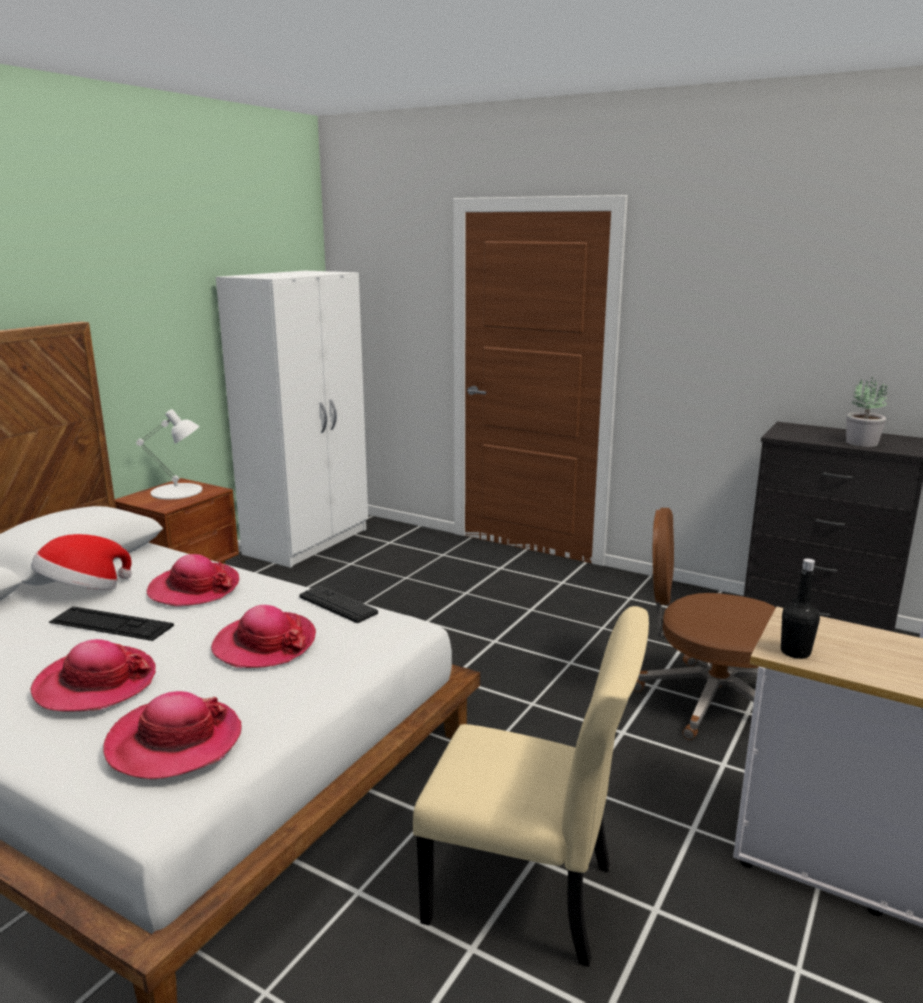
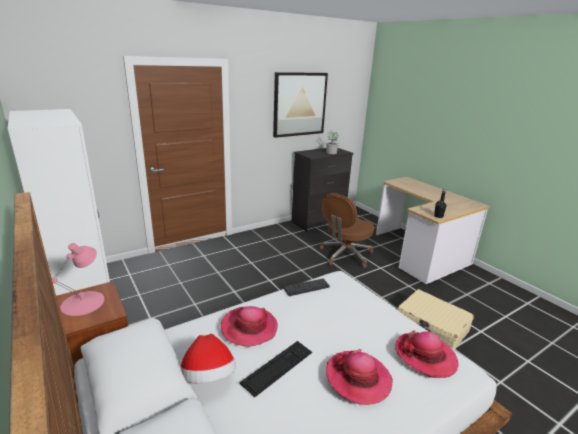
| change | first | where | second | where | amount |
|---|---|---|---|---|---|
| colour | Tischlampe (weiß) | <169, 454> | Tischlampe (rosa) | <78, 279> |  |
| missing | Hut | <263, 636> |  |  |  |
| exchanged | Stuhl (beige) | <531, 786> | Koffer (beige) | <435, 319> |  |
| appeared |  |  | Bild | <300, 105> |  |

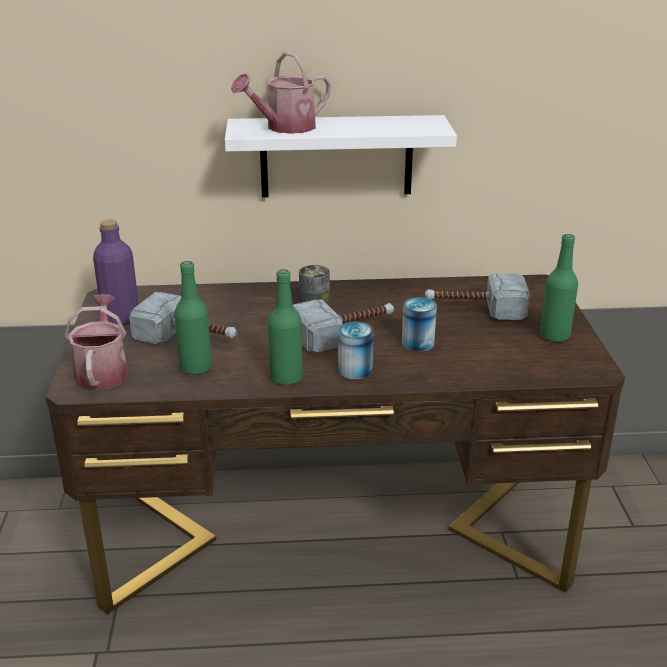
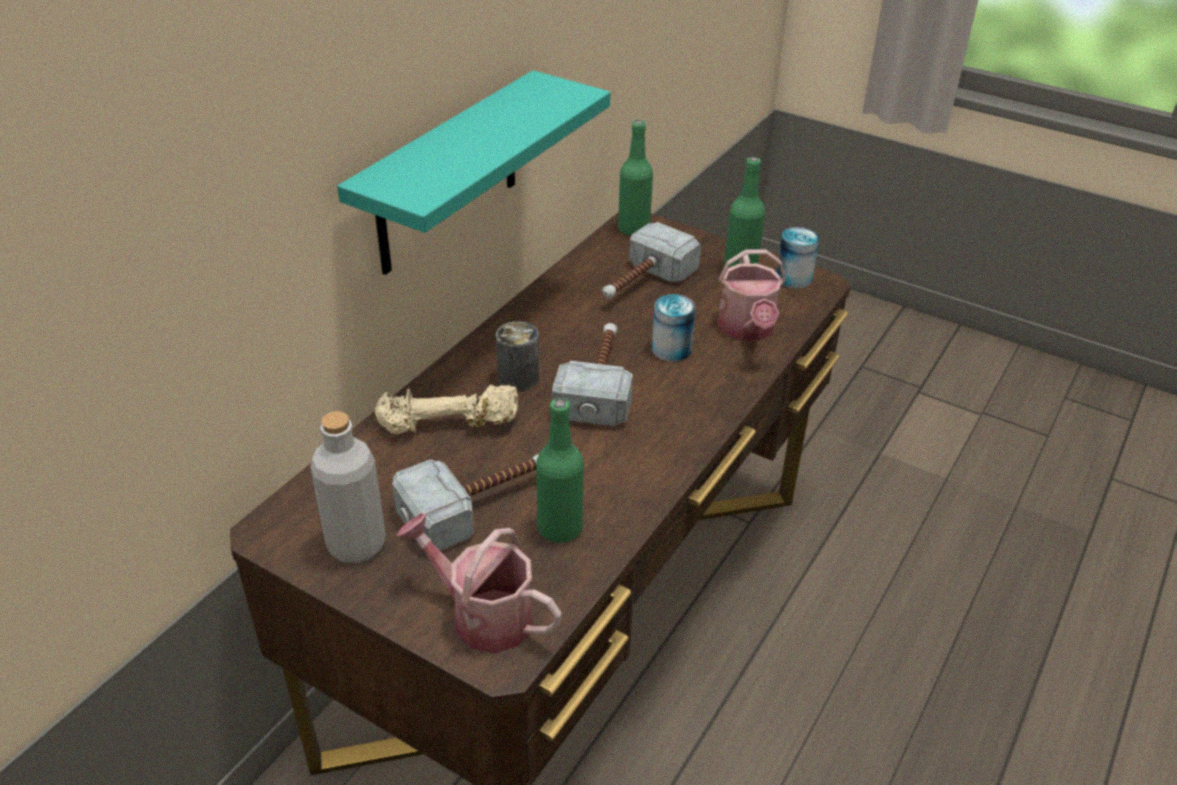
| change | first | where | second | where | amount |
|---|---|---|---|---|---|
| relocated | Gießkanne | <281, 93> |  | <751, 295> |  |
| colour | Wandregal (weiß) | <341, 156> | Wandregal (türkis) | <473, 172> |  |
| colour | Flasche (lila) | <116, 272> | Flasche (grau) | <348, 487> |  |
| relocated | Flasche (grün) | <285, 327> |  | <635, 178> |  |
| relocated | Dose | <355, 350> |  | <798, 258> |  |
| appeared |  |  | Hantel (beige) | <447, 409> |  |

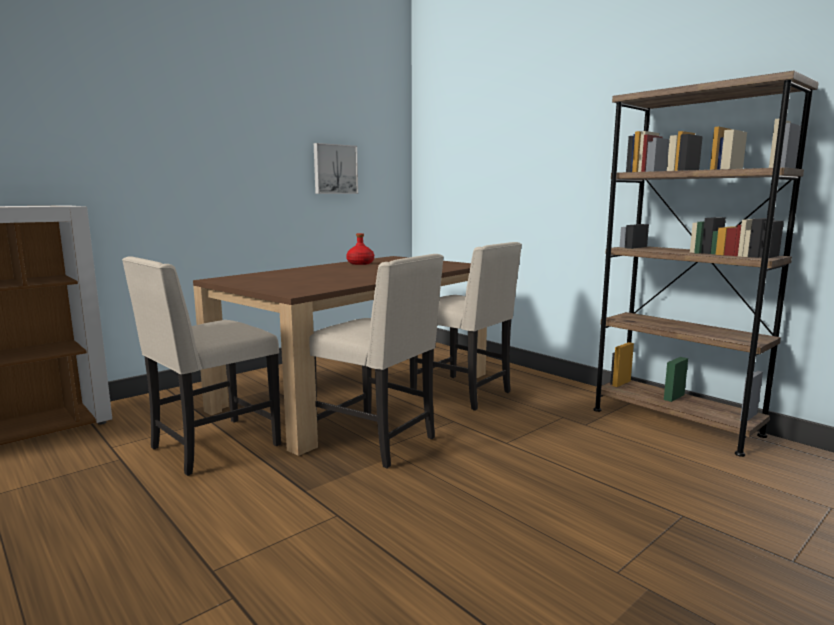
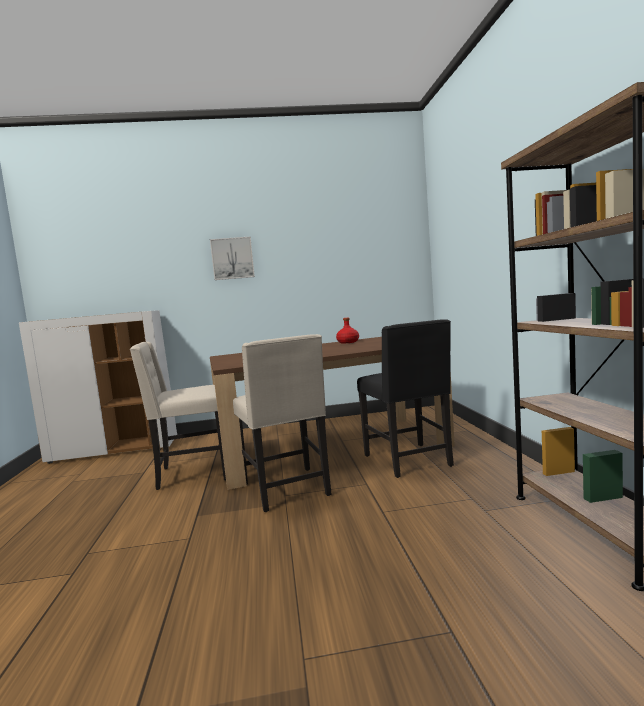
| change | first | where | second | where | amount |
|---|---|---|---|---|---|
| relocated | Bild | <336, 168> |  | <232, 258> |  |
| colour | Stuhl (beige) | <466, 326> | Stuhl (schwarz) | <405, 398> |  |

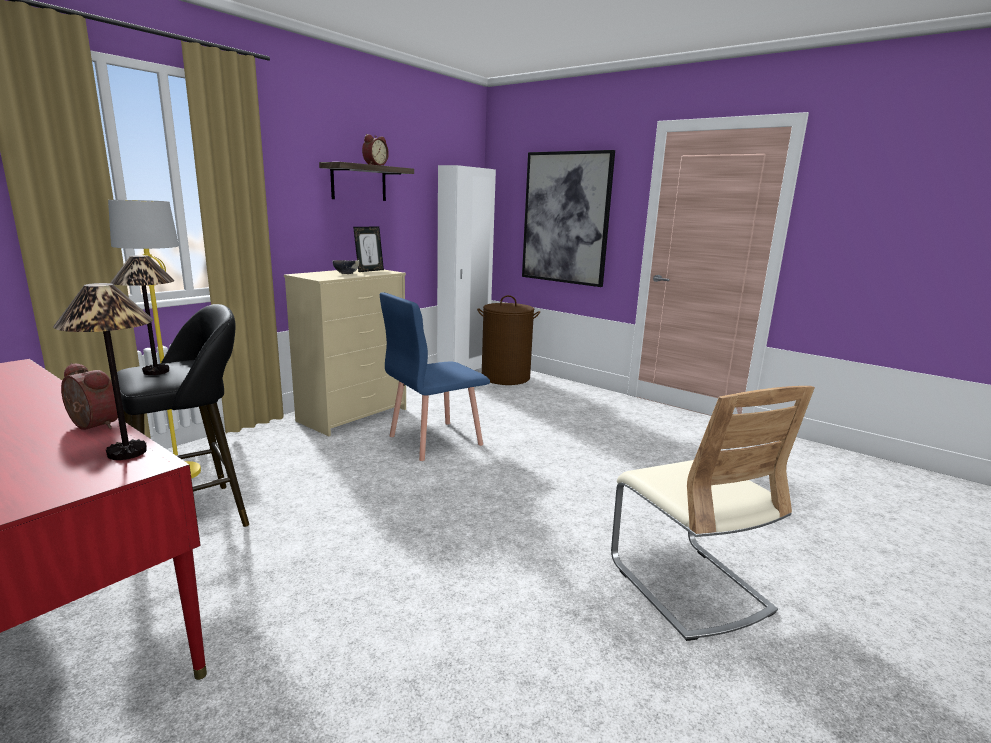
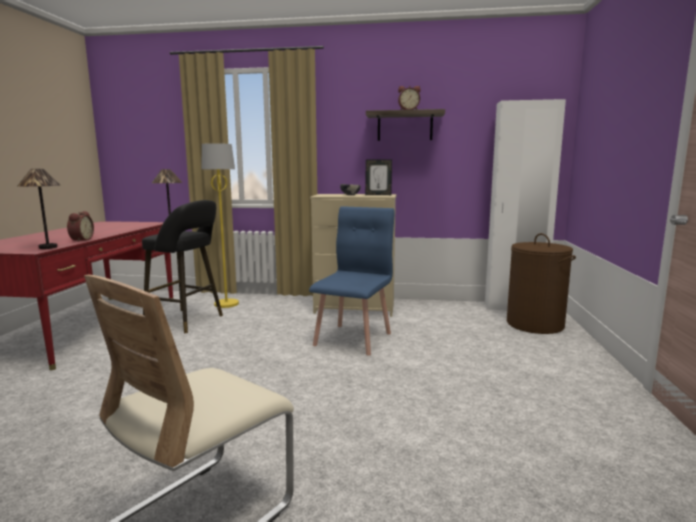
| change | first | where | second | where | amount |
|---|---|---|---|---|---|
| missing | Bild | <568, 218> |  |  |  |
| spun | Stuhl (blau) | <435, 376> |  | <351, 281> | 90 degrees clockwise |

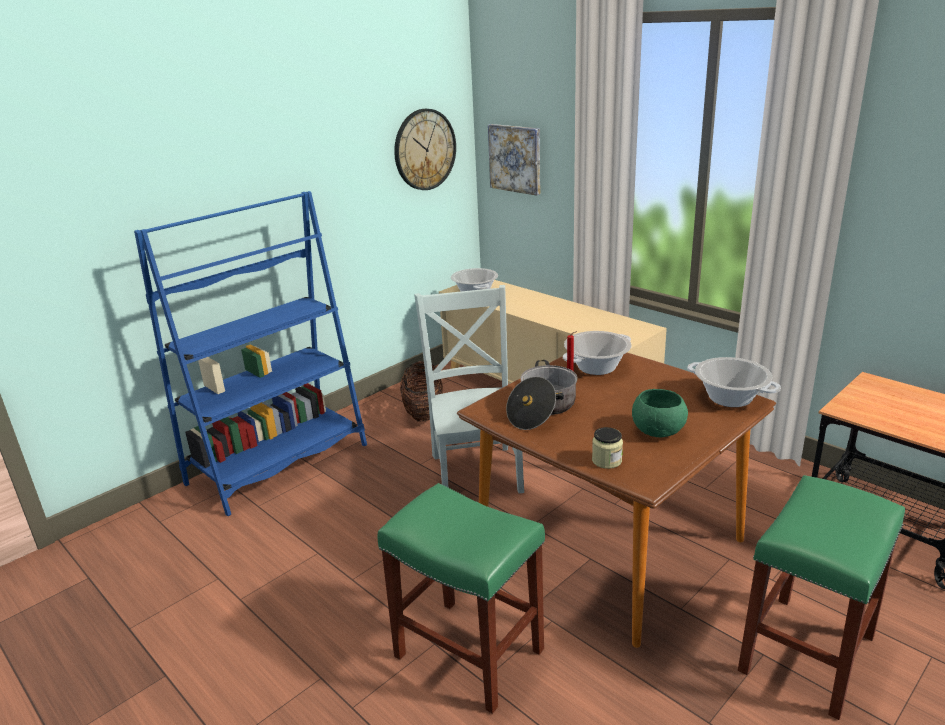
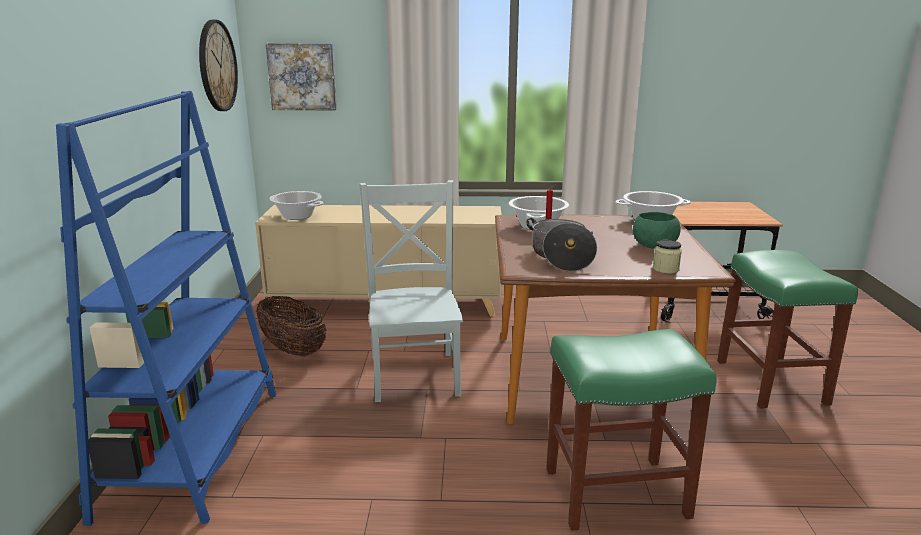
| change | first | where | second | where | amount |
|---|---|---|---|---|---|
| spun | Stuhl (grau) | <469, 389> |  | <411, 291> | 45 degrees clockwise |

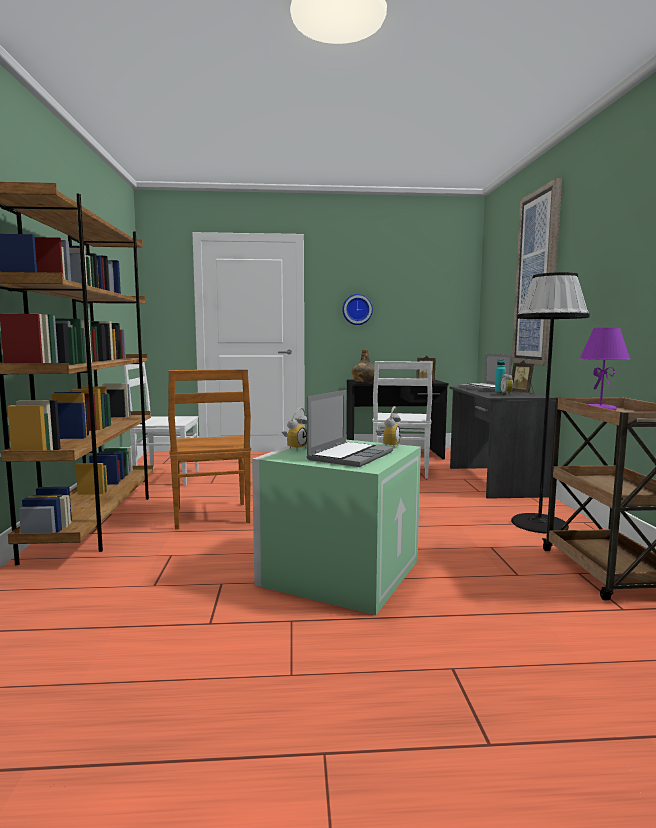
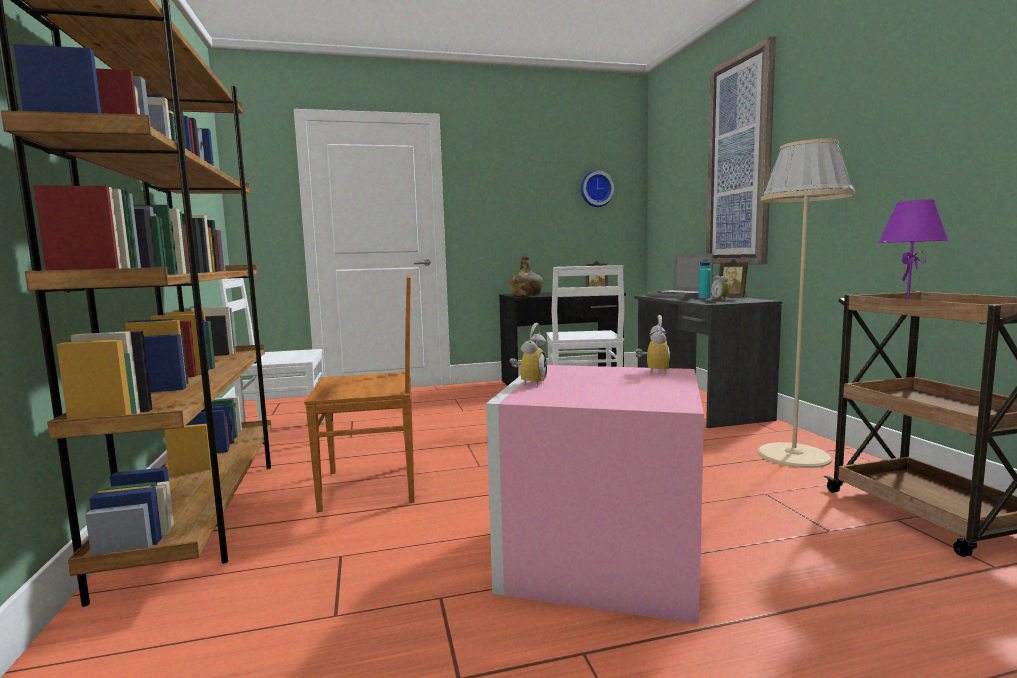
| change | first | where | second | where | amount |
|---|---|---|---|---|---|
| colour | Stehlampe (schwarz) | <550, 403> | Stehlampe (beige) | <806, 303> |  |
| relocated | Wanduhr | <357, 309> |  | <597, 188> |  |
| spun | Stuhl (braun) | <209, 449> |  | <359, 393> | 75 degrees counterclockwise |
| missing | Laptop | <349, 428> |  |  |  |
| colour | Aufbewahrungsbox (grün) | <336, 527> | Aufbewahrungsbox (rosa) | <595, 494> |  |

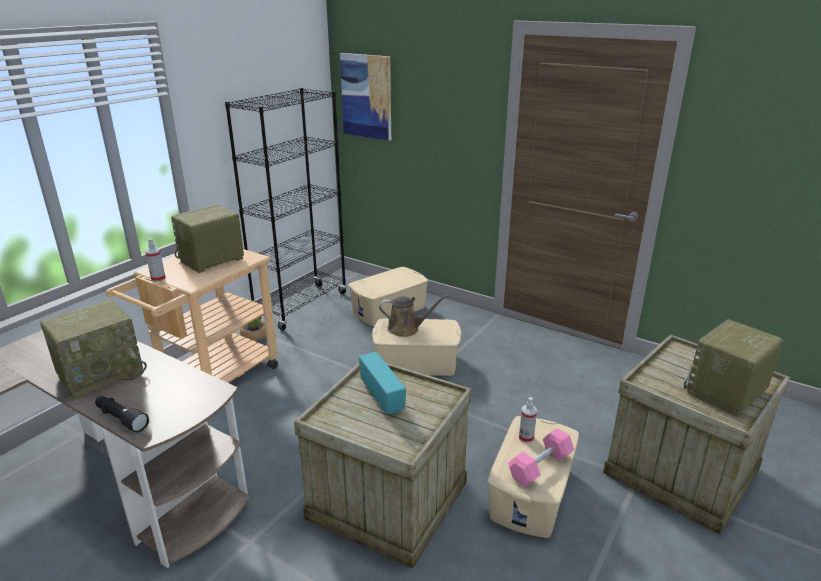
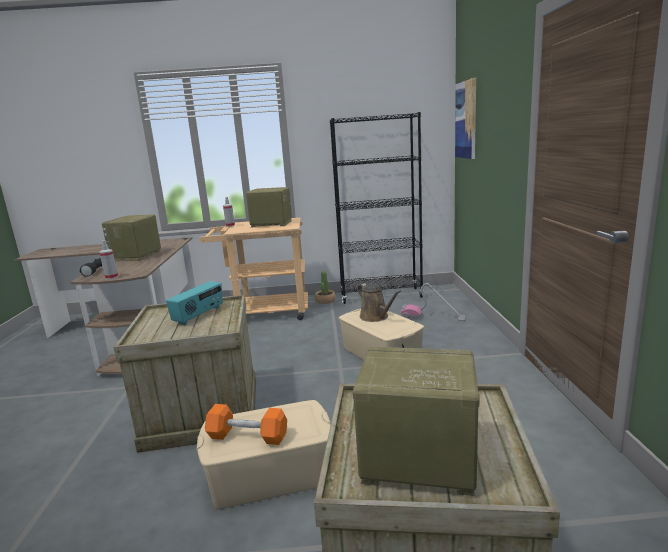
| change | first | where | second | where | amount |
|---|---|---|---|---|---|
| exchanged | Aufbewahrungsbox (beige) | <388, 296> | Staubsauger | <433, 302> |  |
| spun | Radio | <93, 350> |  | <131, 237> | 90 degrees clockwise |
| relocated | Sprühflasche | <528, 420> |  | <108, 260> |  |
| colour | Hantel (rosa) | <541, 457> | Hantel (orange) | <246, 424> |  |

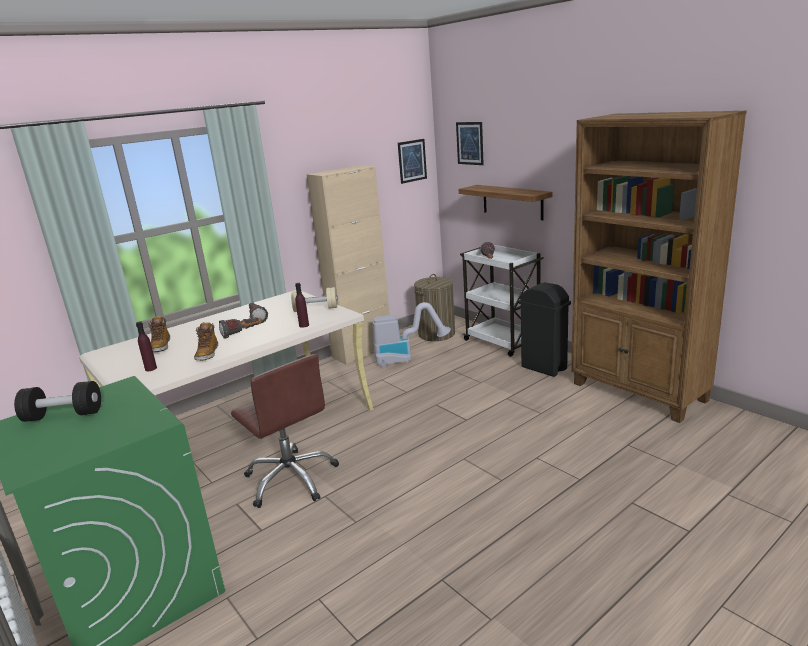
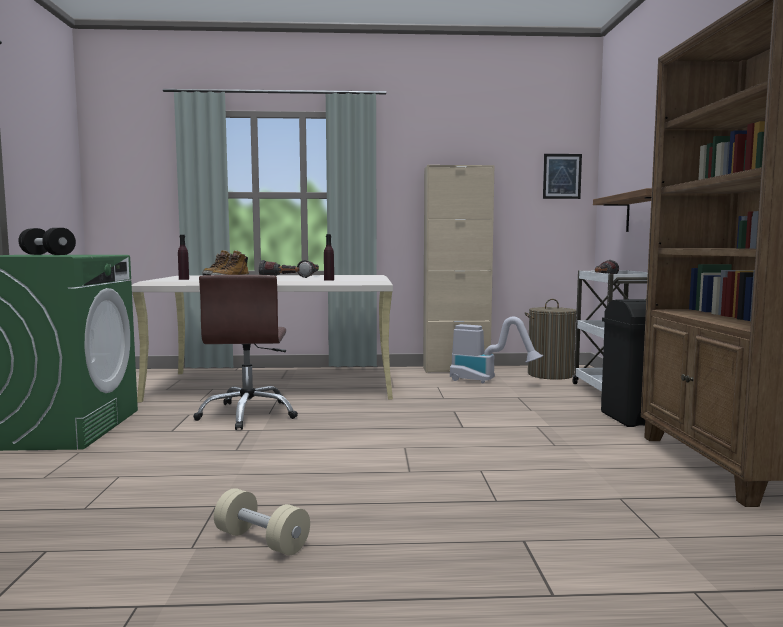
| change | first | where | second | where | amount |
|---|---|---|---|---|---|
| missing | Bild | <470, 143> |  |  |  |
| relocated | Hantel (beige) | <314, 299> |  | <262, 521> |  |

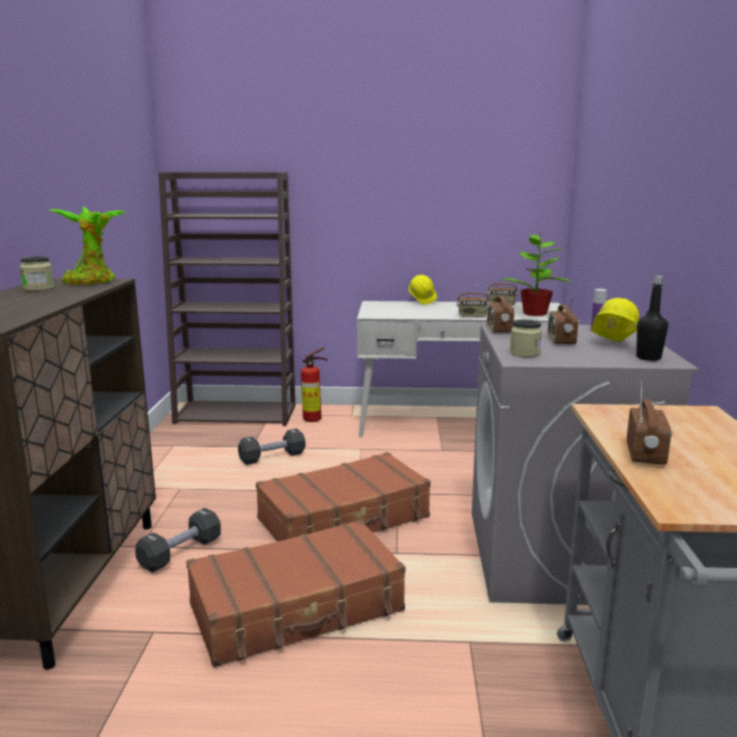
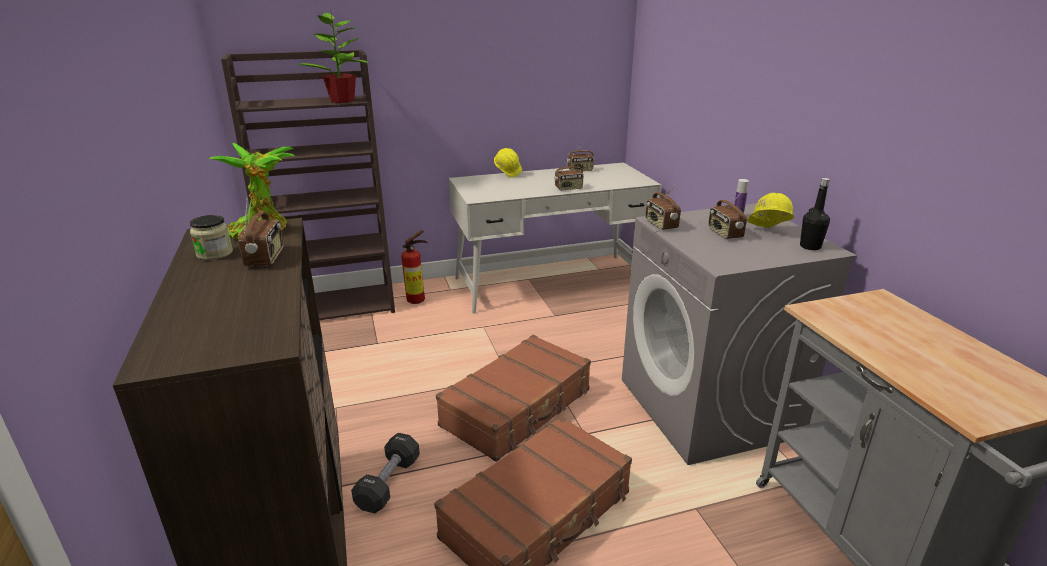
| change | first | where | second | where | amount |
|---|---|---|---|---|---|
| relocated | Topfpflanze | <536, 273> |  | <332, 58> |  |
| missing | Vorratsglas | <526, 338> |  |  |  |
| relocated | Radio | <650, 423> |  | <261, 231> |  |
| missing | Hantel (schwarz) | <271, 447> |  |  |  |

